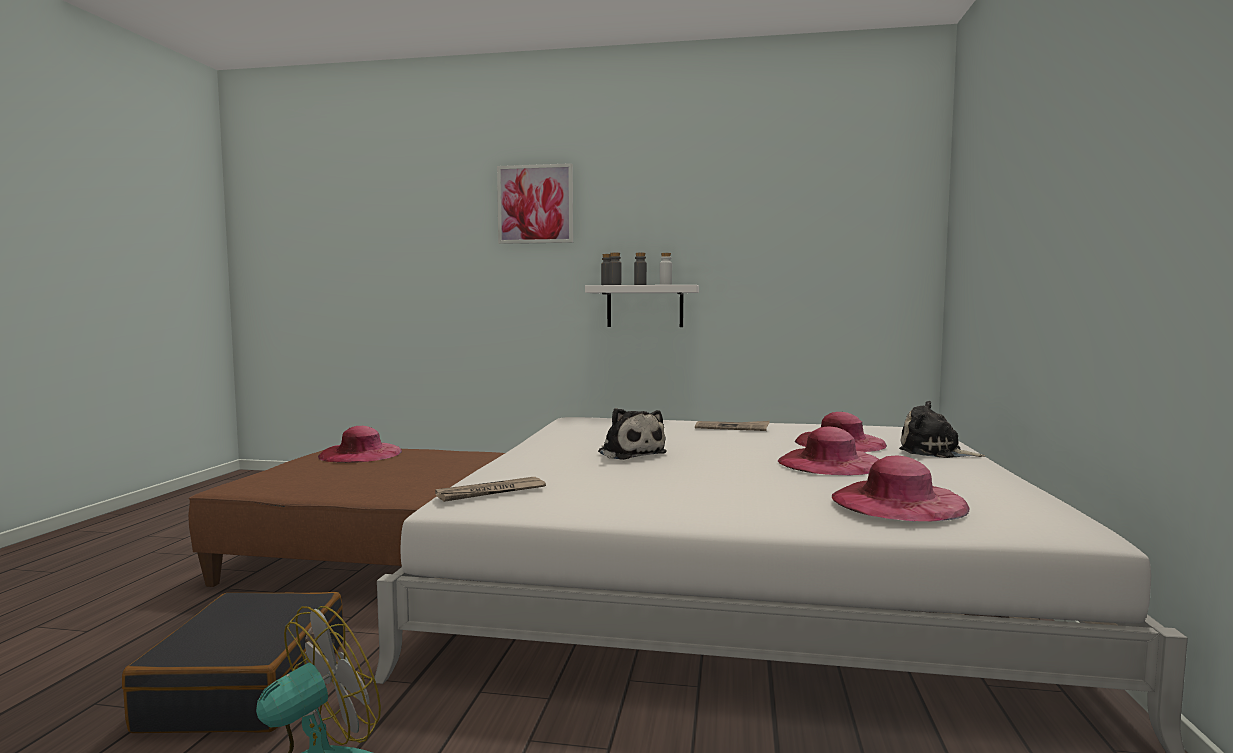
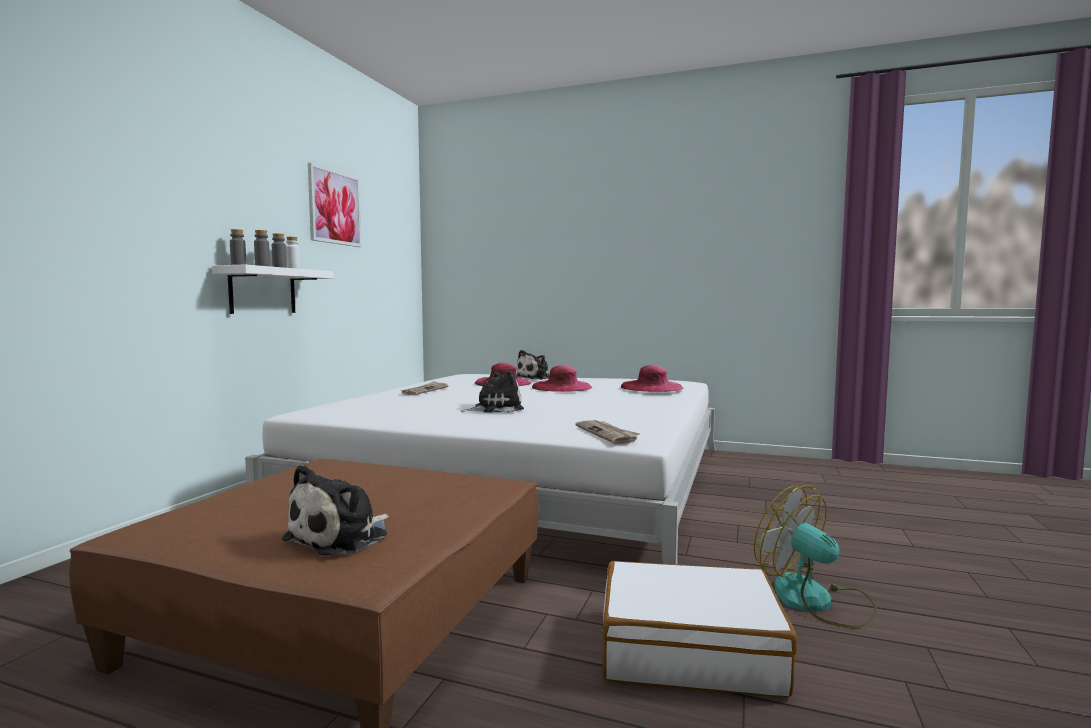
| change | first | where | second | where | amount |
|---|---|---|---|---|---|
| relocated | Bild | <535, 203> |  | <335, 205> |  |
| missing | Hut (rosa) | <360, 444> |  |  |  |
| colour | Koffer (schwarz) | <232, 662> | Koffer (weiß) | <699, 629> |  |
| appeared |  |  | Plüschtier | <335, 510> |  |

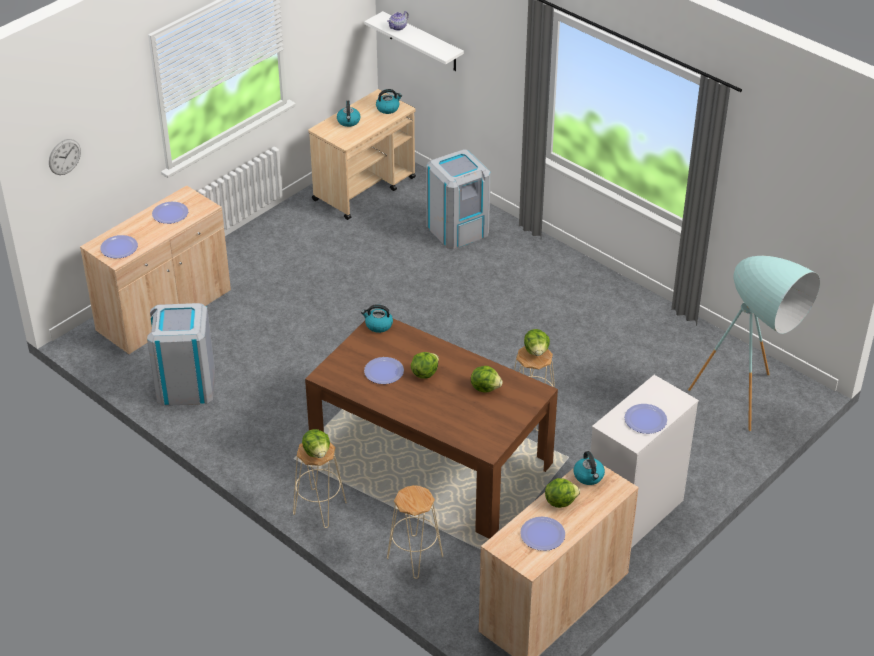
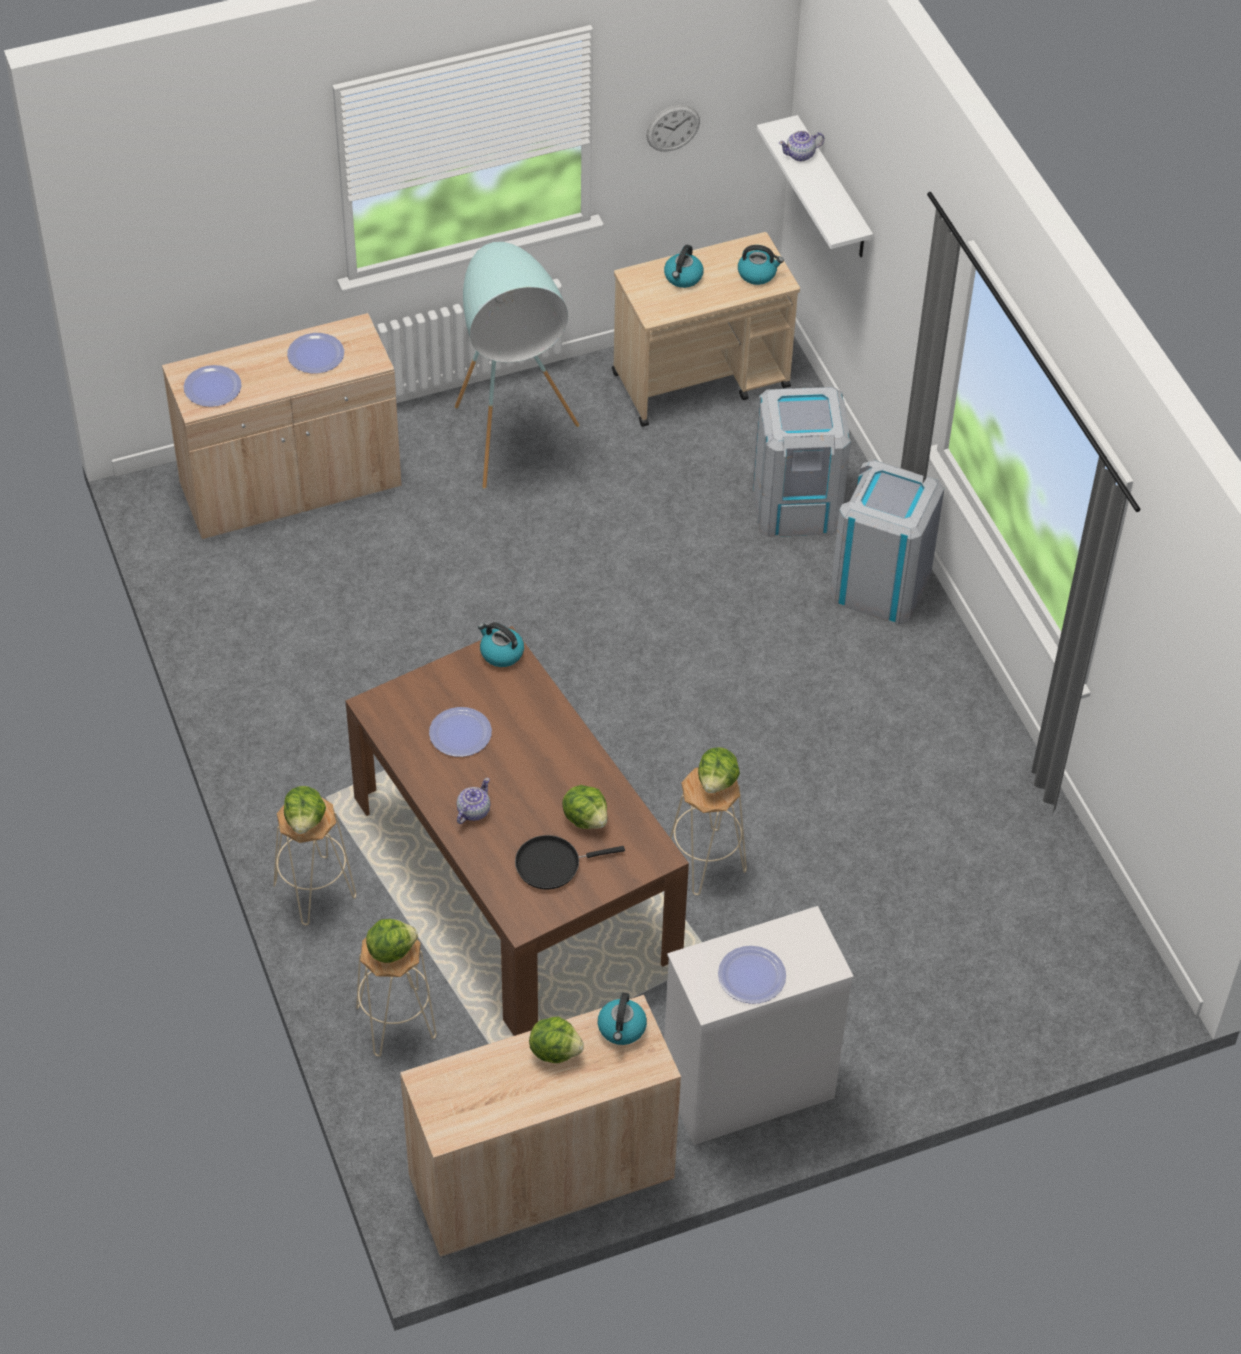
| change | first | where | second | where | amount |
|---|---|---|---|---|---|
| relocated | Wanduhr | <65, 157> |  | <673, 128> |  |
| relocated | Stehlampe (türkis) | <754, 343> |  | <517, 365> |  |
| relocated | Mülleimer (grau) | <181, 354> |  | <887, 542> |  |
| relocated | Salatkopf | <425, 365> |  | <392, 941> |  |
| missing | Teller | <542, 534> |  |  |  |
| appeared |  |  | Teekanne | <473, 801> |  |
| appeared |  |  | Pfanne (schwarz) | <570, 862> |  |

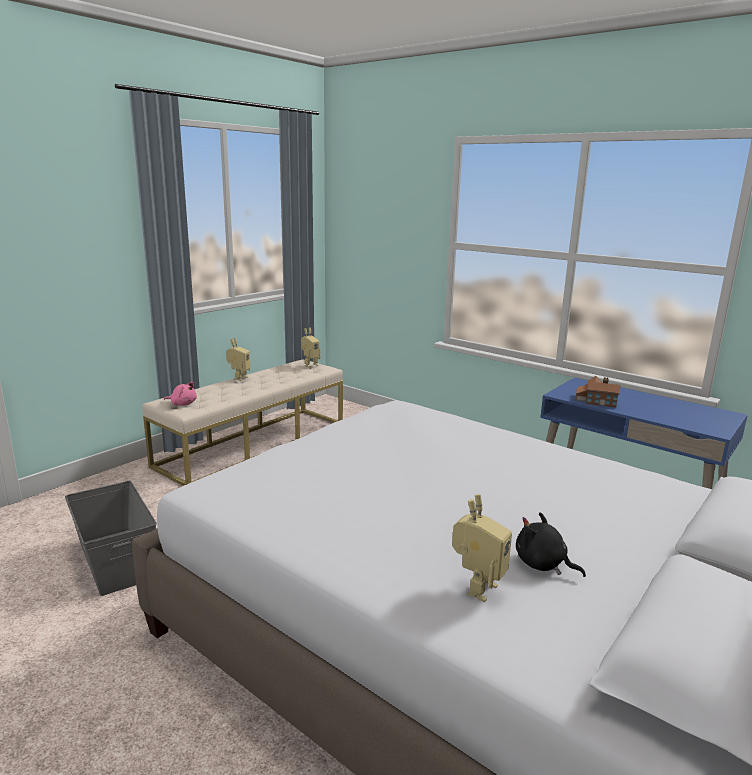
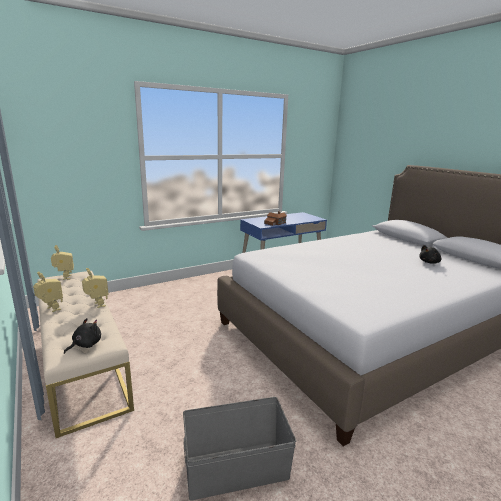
| change | first | where | second | where | amount |
|---|---|---|---|---|---|
| colour | Plüschtier (rosa) | <180, 394> | Plüschtier (schwarz) | <82, 336> |  |
| relocated | Spielzeugroboter | <482, 548> |  | <95, 288> |  |

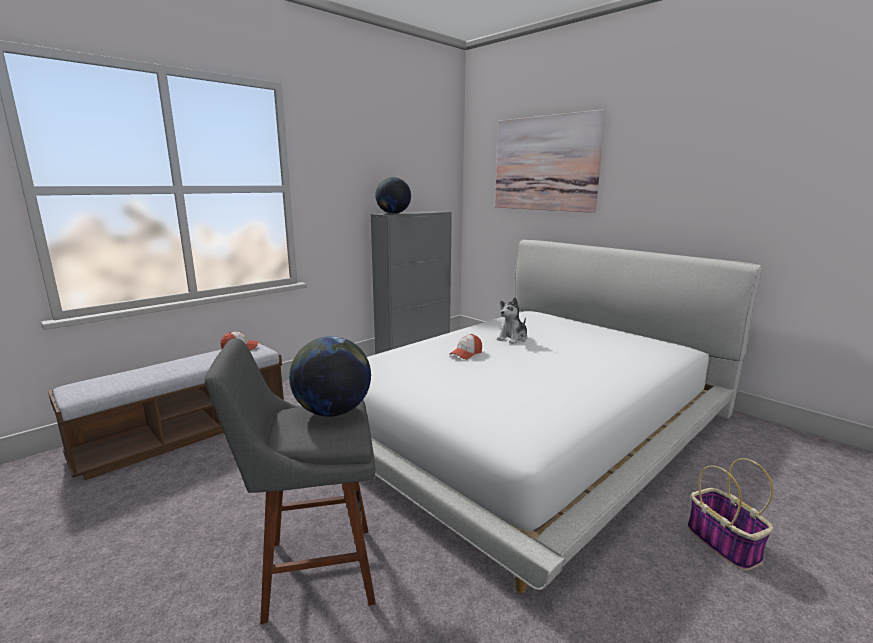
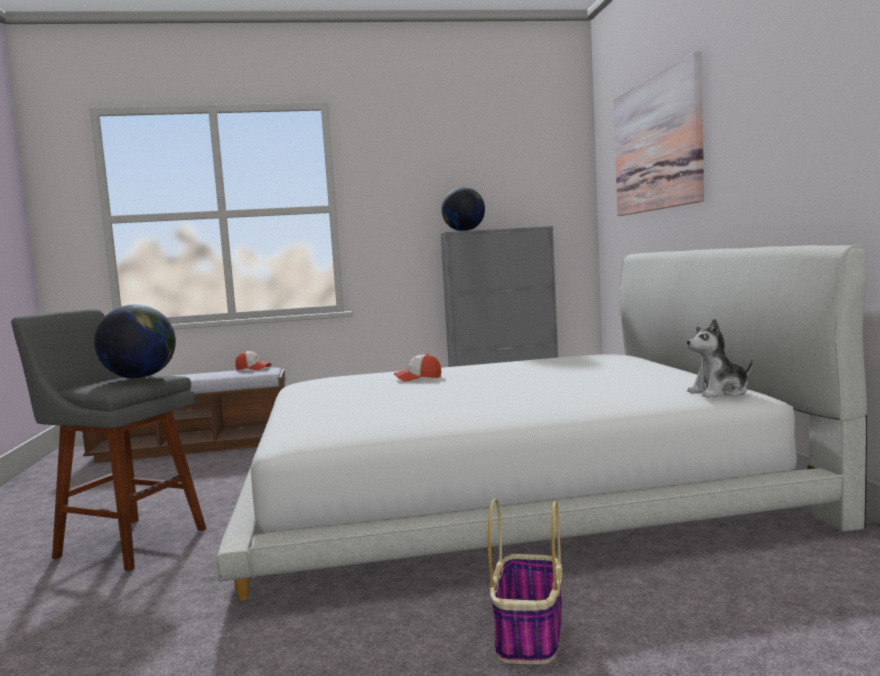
| change | first | where | second | where | amount |
|---|---|---|---|---|---|
| relocated | Plüschtier | <512, 320> |  | <720, 358> |  |

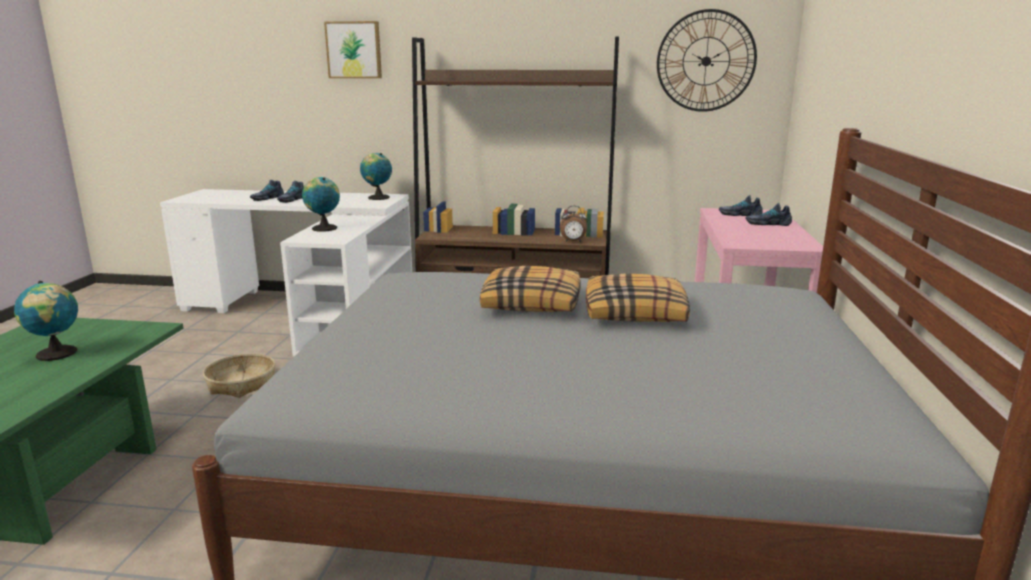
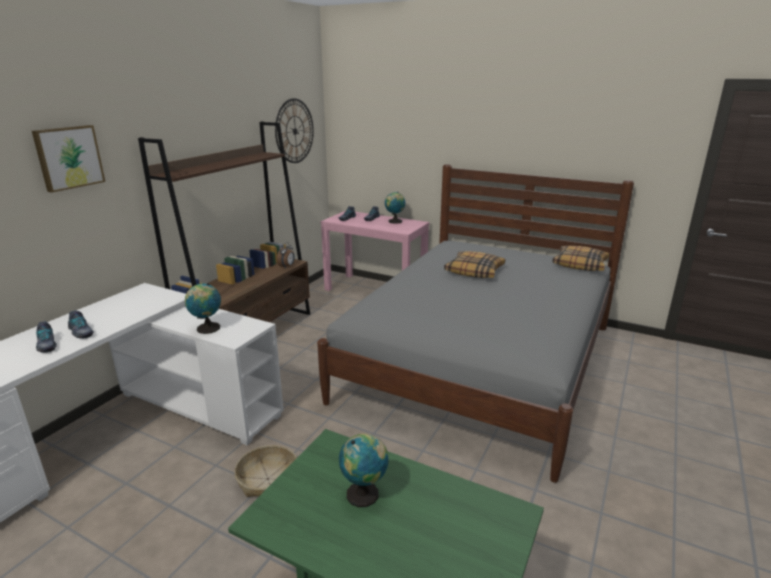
| change | first | where | second | where | amount |
|---|---|---|---|---|---|
| relocated | Globus | <376, 176> |  | <395, 208> |  |
| relocated | Kissen | <530, 289> |  | <581, 258> |  |

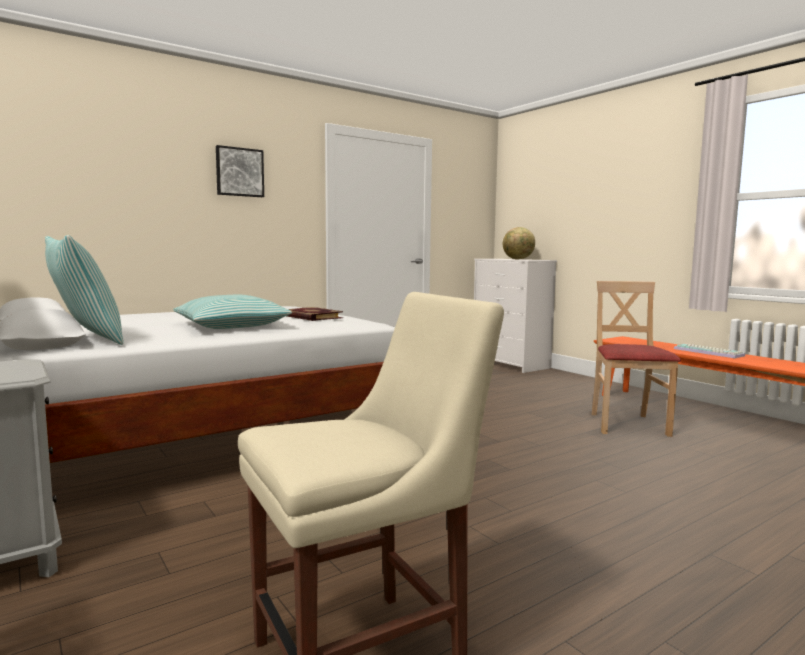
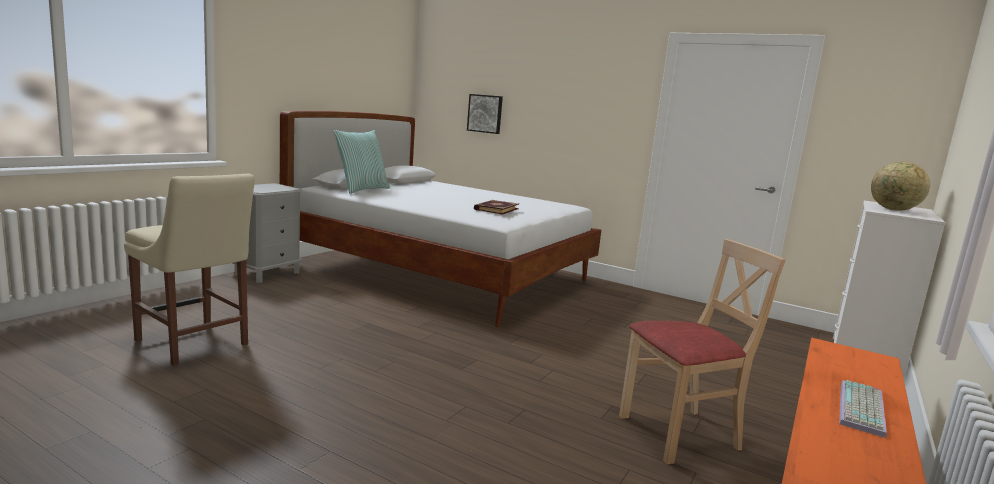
| change | first | where | second | where | amount |
|---|---|---|---|---|---|
| relocated | Bild | <240, 171> |  | <485, 114> |  |
| missing | Kissen | <232, 312> |  |  |  |

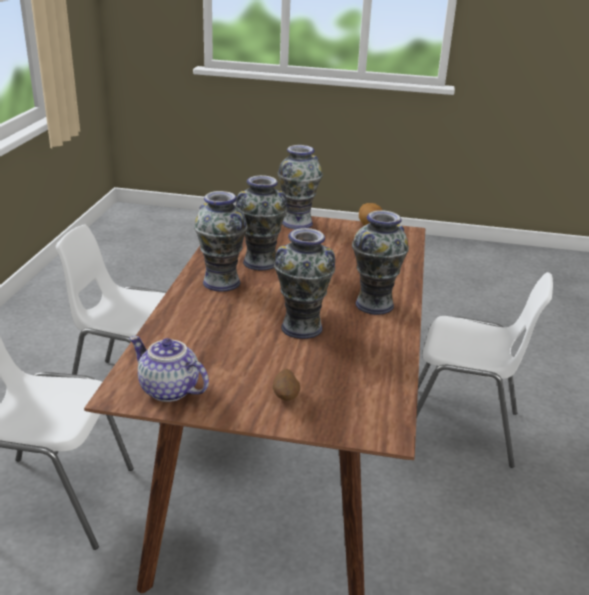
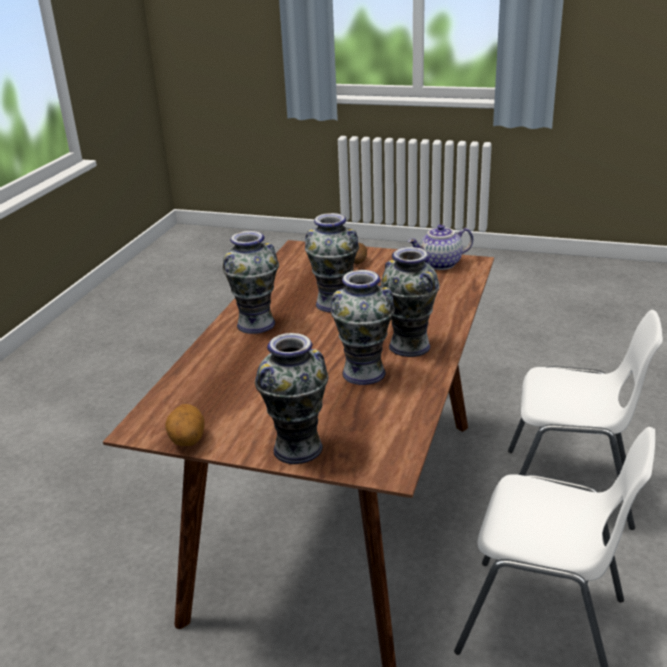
| change | first | where | second | where | amount |
|---|---|---|---|---|---|
| missing | Stuhl (weiß) | <485, 370> |  |  |  |
| spun | Teekanne | <169, 369> |  | <440, 247> | 120 degrees clockwise |

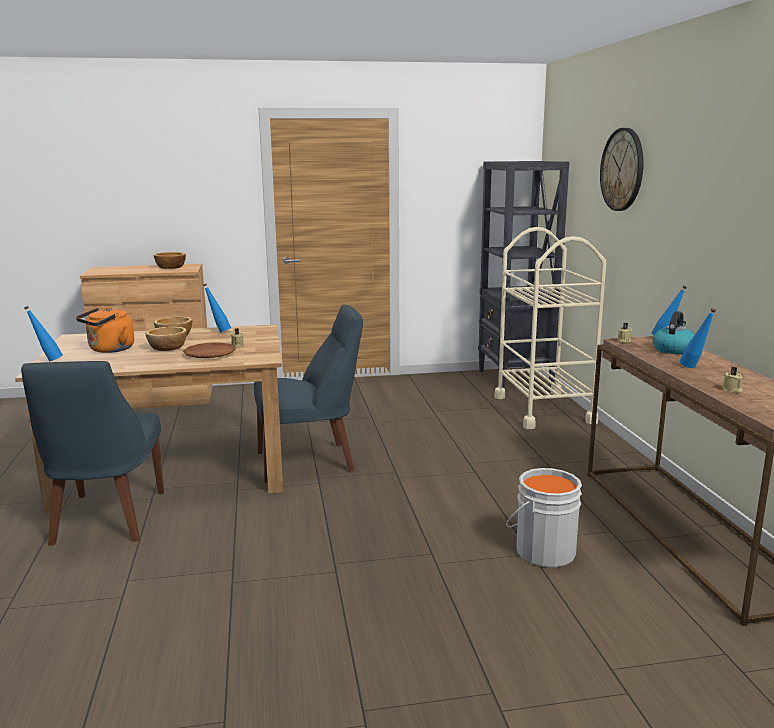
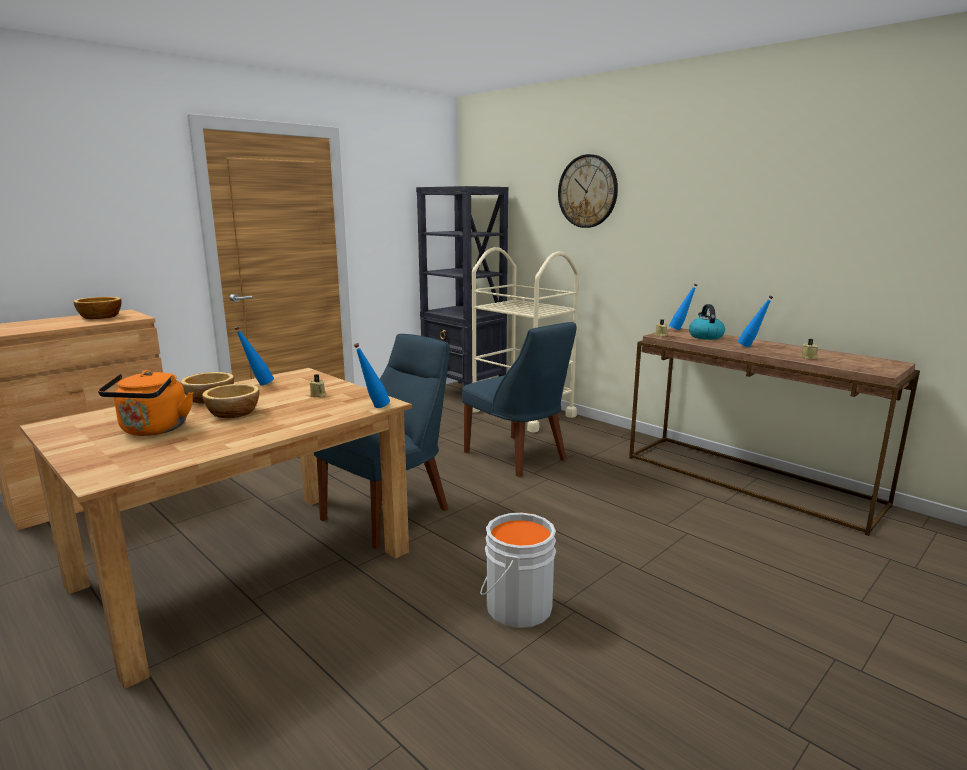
| change | first | where | second | where | amount |
|---|---|---|---|---|---|
| relocated | Flasche (blau) | <43, 333> |  | <372, 375> |  |
| missing | Teller (braun) | <209, 350> |  |  |  |
| relocated | Stuhl (blau) | <92, 453> |  | <519, 399> |  |
| relocated | Eimer (grau) | <544, 517> |  | <518, 570> |  |

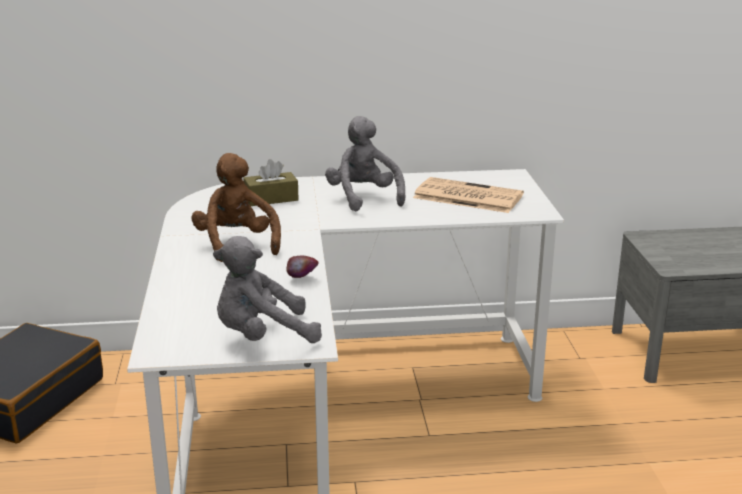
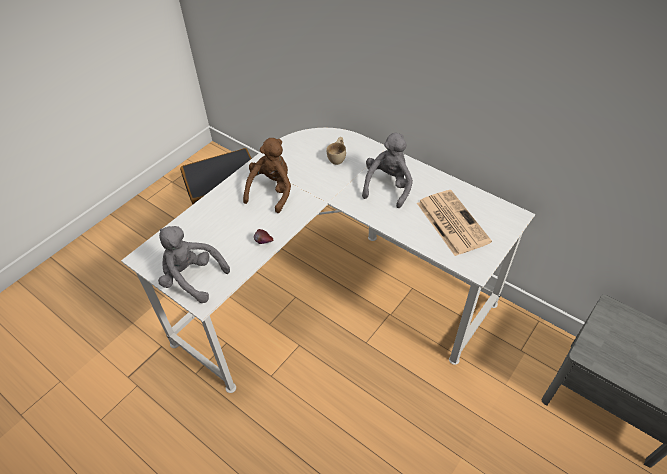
| change | first | where | second | where | amount |
|---|---|---|---|---|---|
| exchanged | Taschentuchbox (braun) | <271, 182> | Tasse (beige) | <336, 151> |  |

